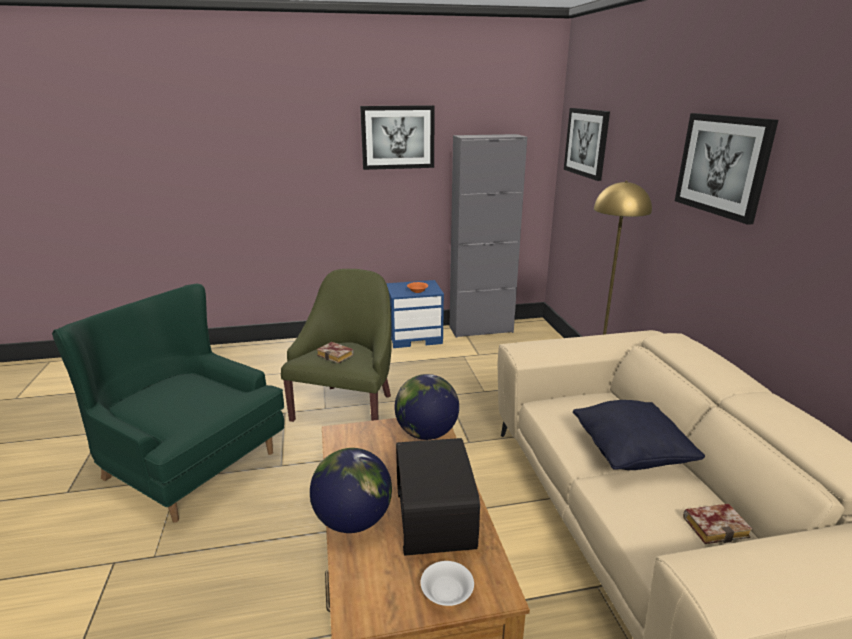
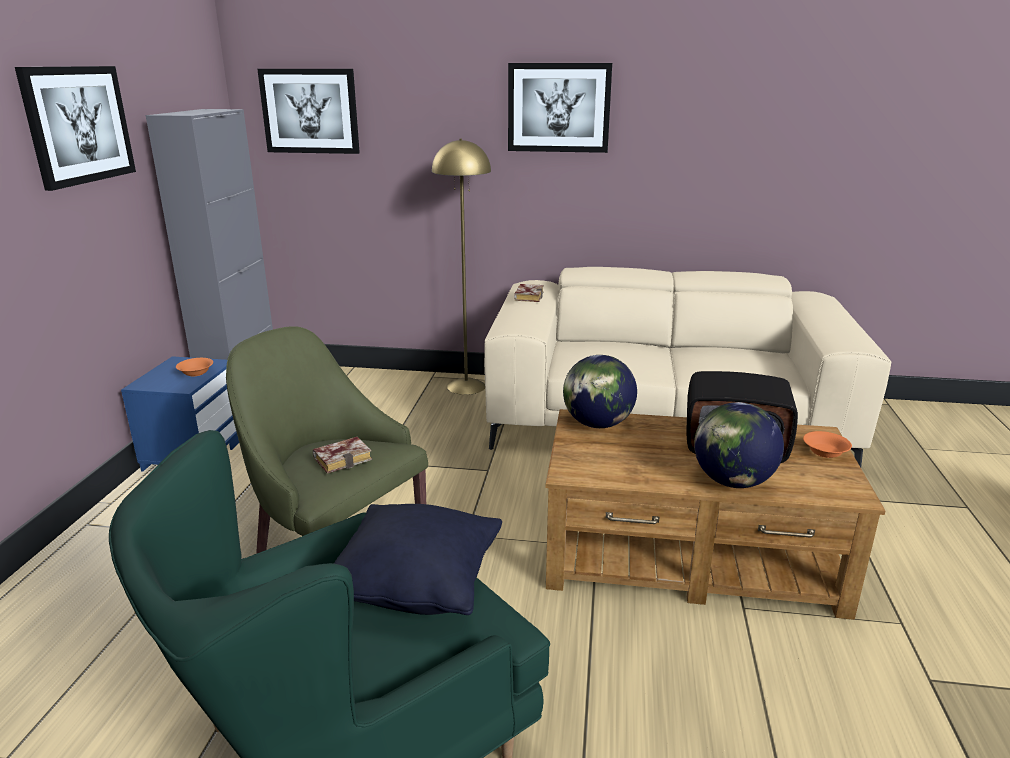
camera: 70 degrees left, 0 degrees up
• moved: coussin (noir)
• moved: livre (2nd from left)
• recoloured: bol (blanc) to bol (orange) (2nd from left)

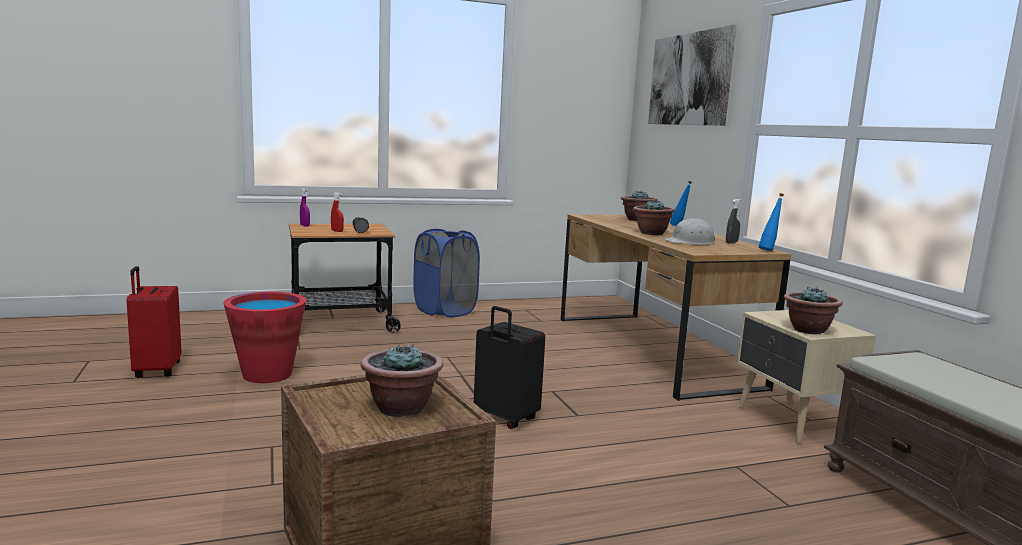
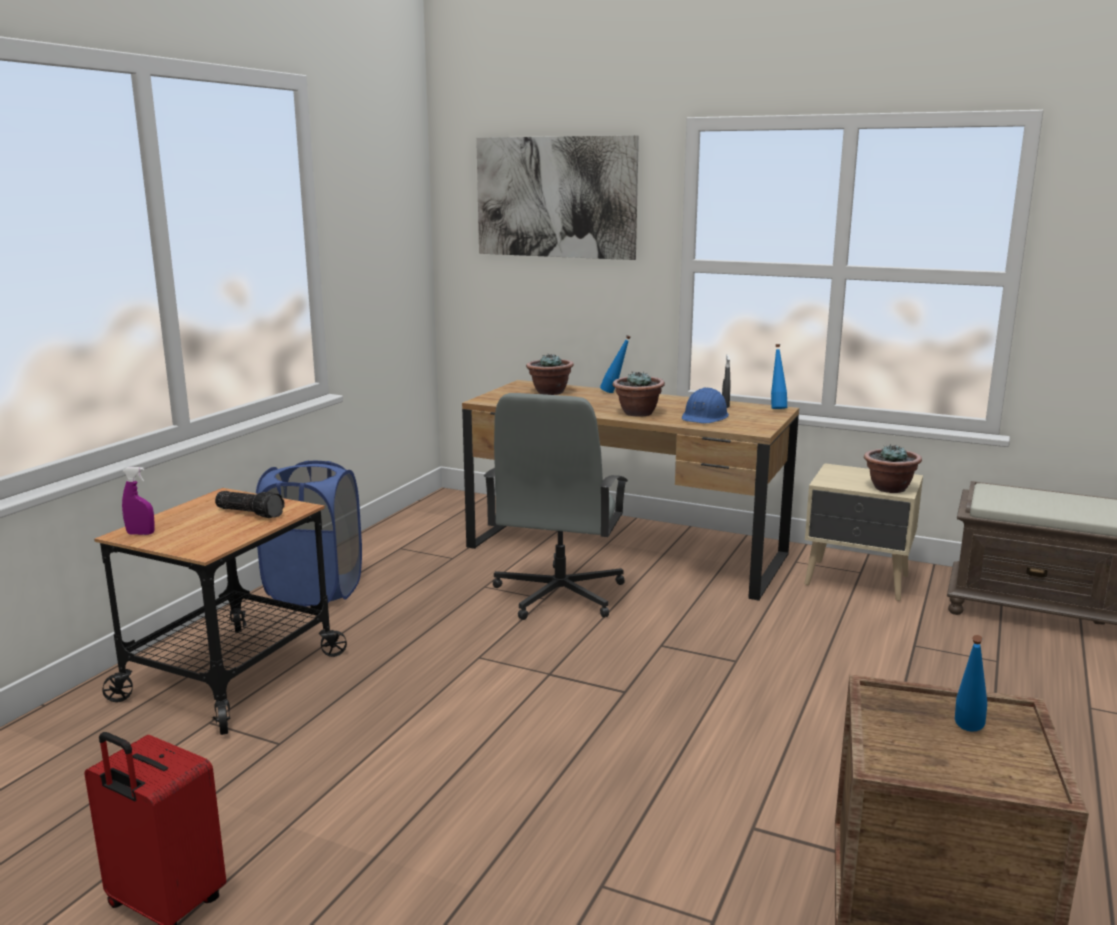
camera: 45 degrees left, 5 degrees up
• added: chaise de bureau (gris)
• recoloured: casque de chantier (blanc) to casque de chantier (bleu)
• replaced: plante en pot (1st from left) to bouteille (bleu) (3rd from left)
• removed: seau (rouge)
• removed: vaporisateur (rouge)
• removed: valise (noir)

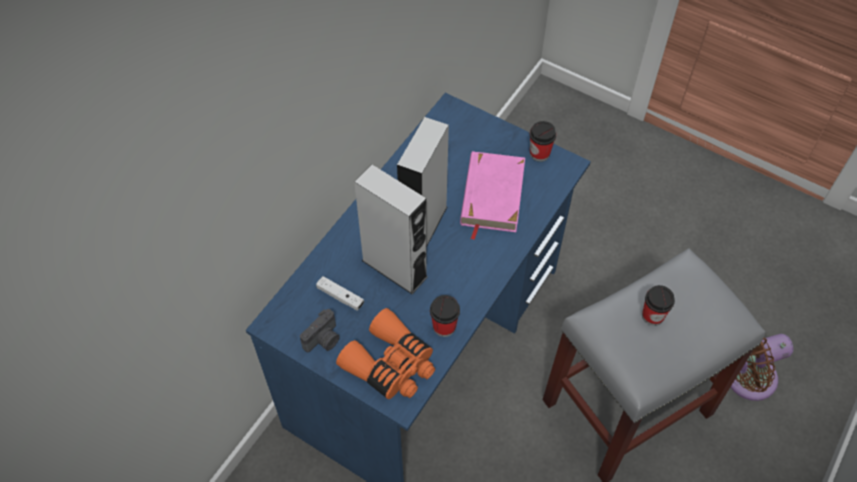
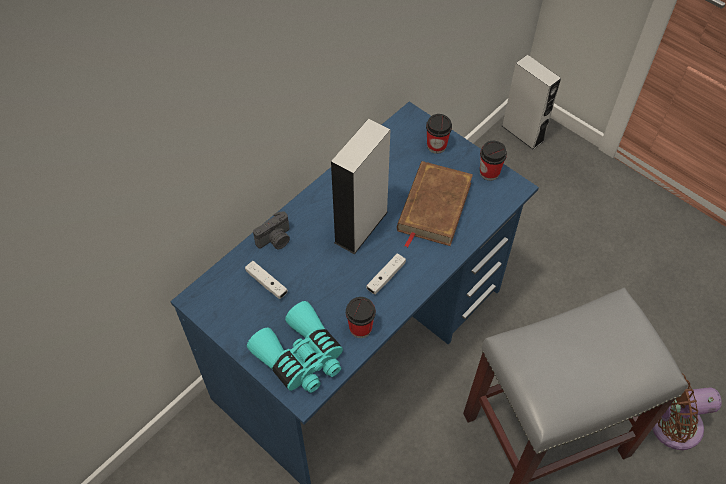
camera: 10 degrees right, 0 degrees up
• recoloured: jumelles (orange) to jumelles (turquoise)
• moved: appareil photo
• added: manette (blanc) (2nd from left)
• recoloured: livre (rose) to livre (marron)
• moved: tasse (3rd from left in the first image) to tasse (2nd from left)
• moved: enceinte (gris) (1st from left in the first image) to enceinte (gris) (2nd from left)

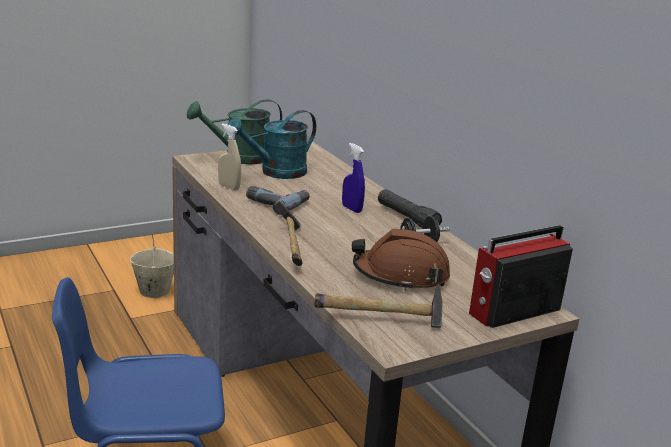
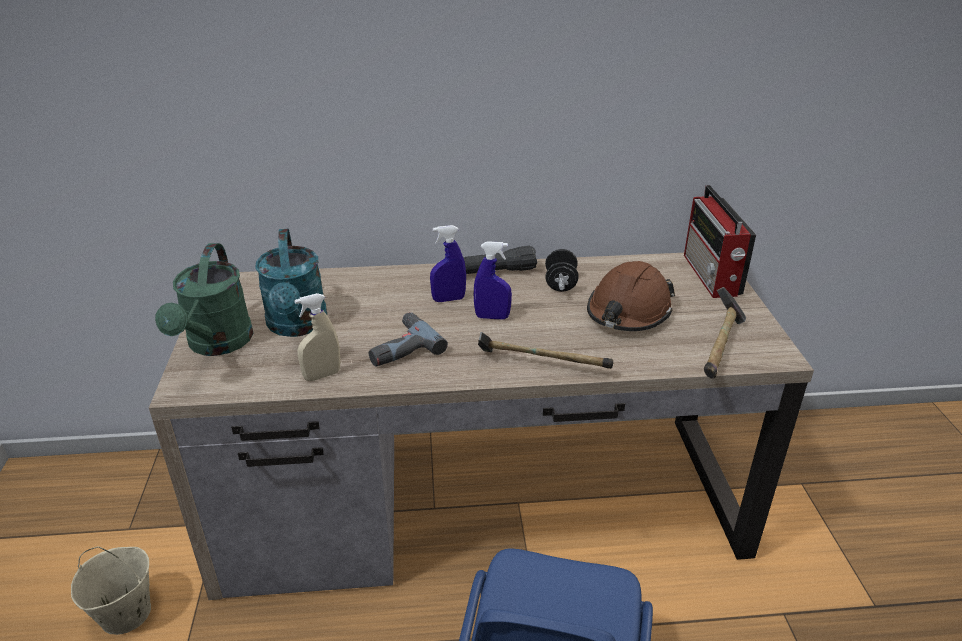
camera: 65 degrees left, 10 degrees up
• added: vaporisateur (bleu) (2nd from left)

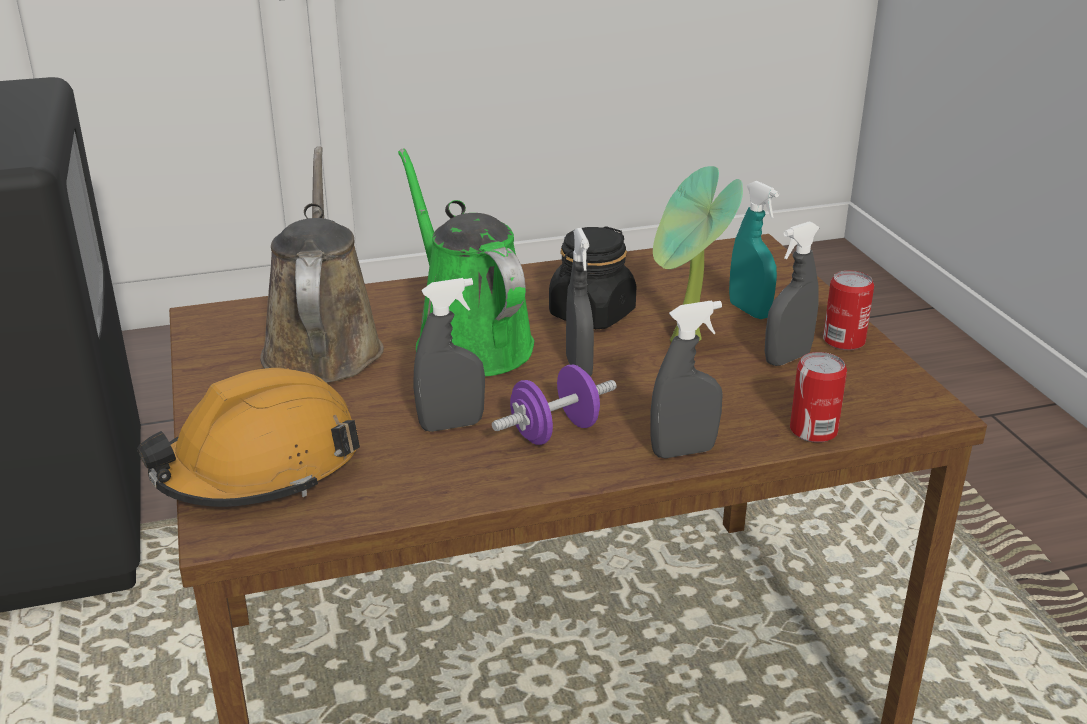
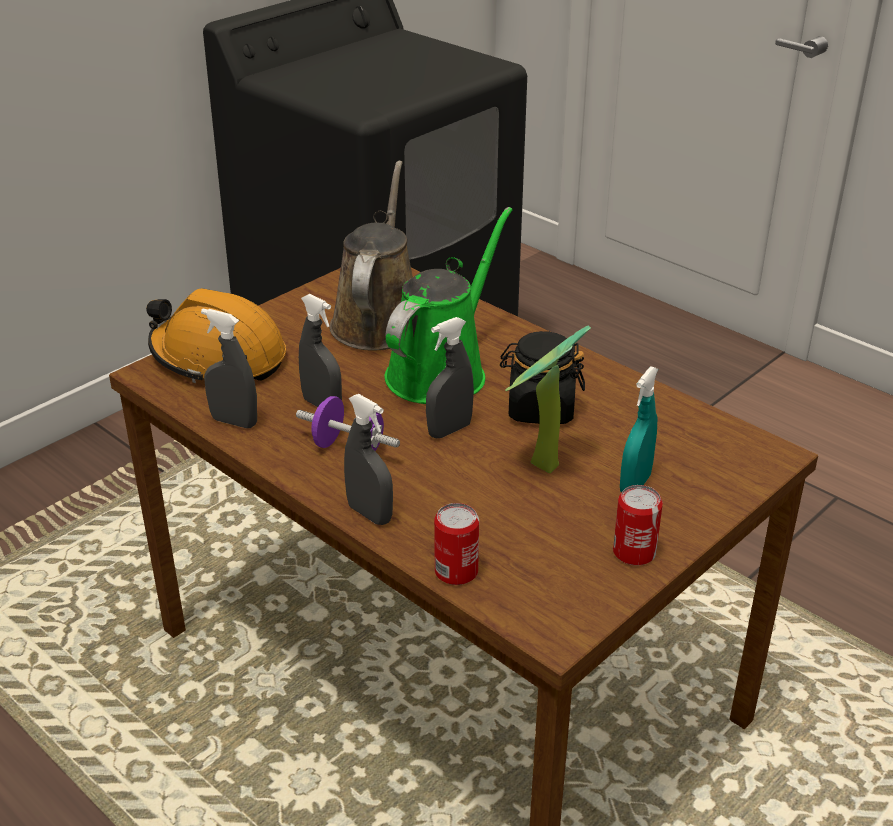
camera: 60 degrees right, 5 degrees up
• moved: vaporisateur (gris) (4th from left in the first image) to vaporisateur (gris) (1st from left)
• turned: arrosoir (marron) 45 degrees counterclockwise

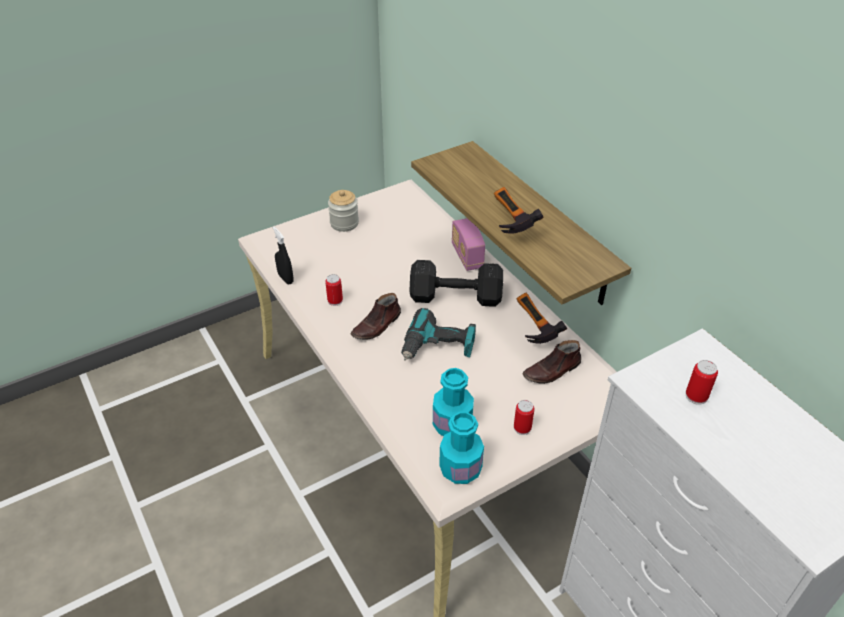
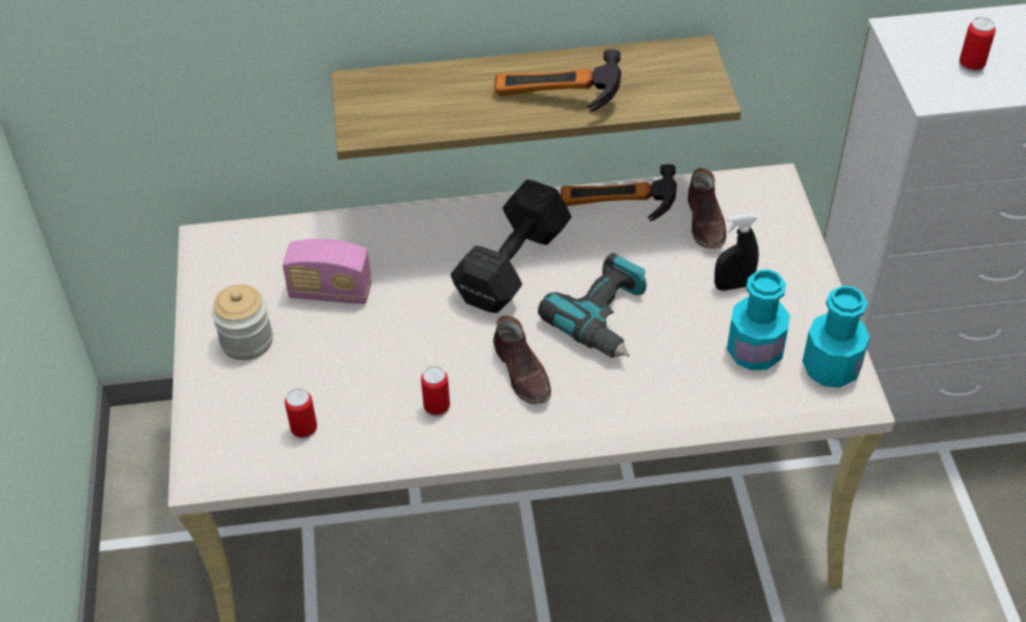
camera: 65 degrees left, 5 degrees up
• moved: radio
• moved: boîte métallique (2nd from left in the first image) to boîte métallique (1st from left)
• moved: vaporisateur (noir)

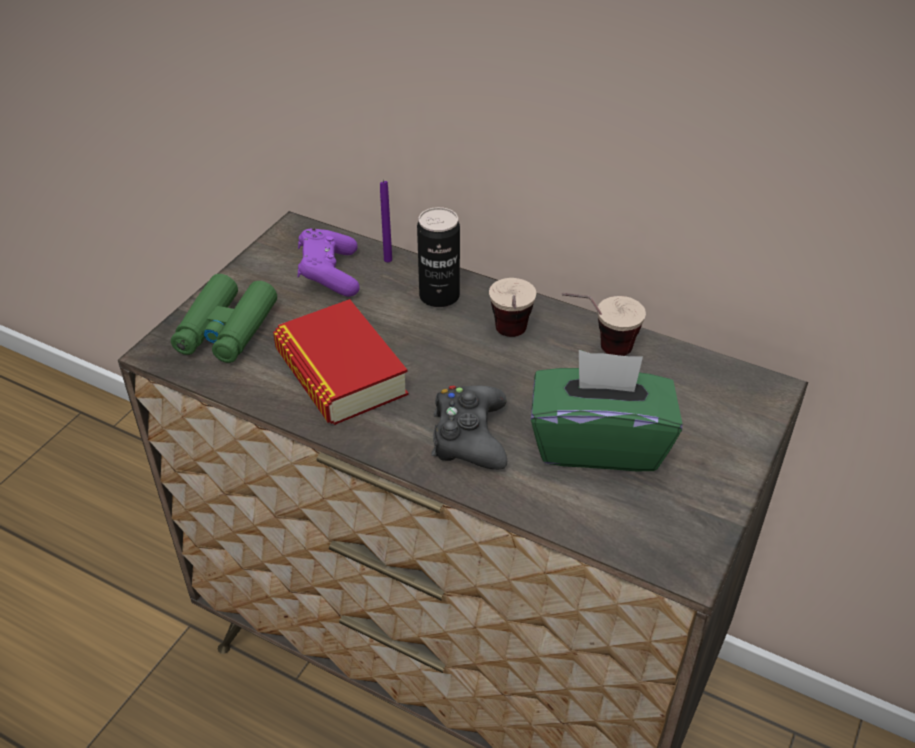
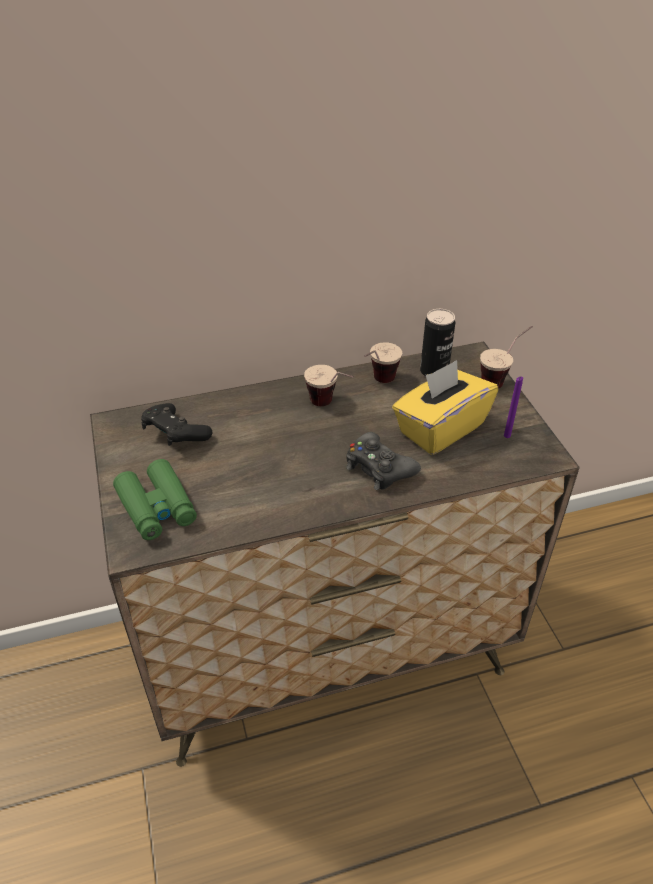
camera: 45 degrees left, 0 degrees up
• recoloured: manette (violet) to manette (noir) (1st from left)
• recoloured: boîte à mouchoirs (vert) to boîte à mouchoirs (jaune)
• moved: boîte métallique
• added: tasse (3rd from left)
• moved: bougie (violet)
• removed: livre

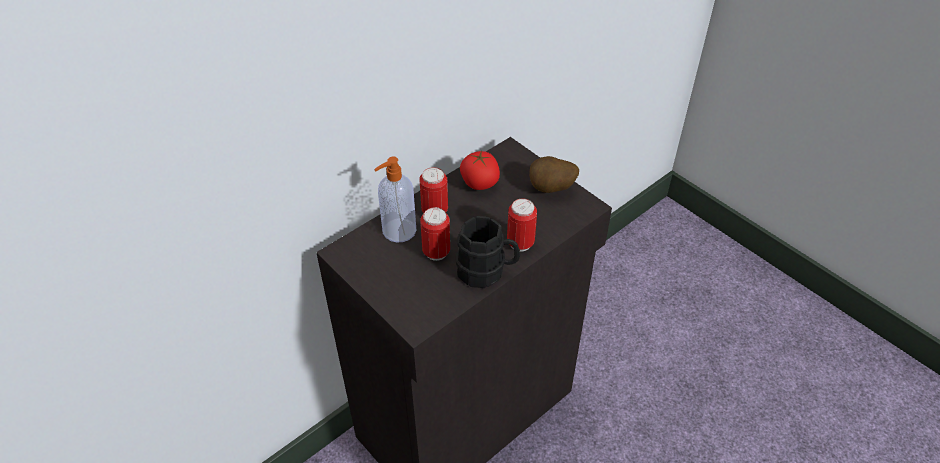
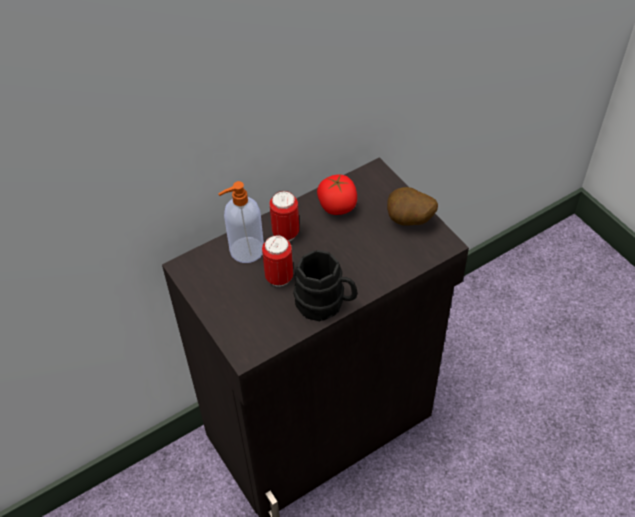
camera: 10 degrees right, 5 degrees up
• removed: boîte métallique (3rd from left)

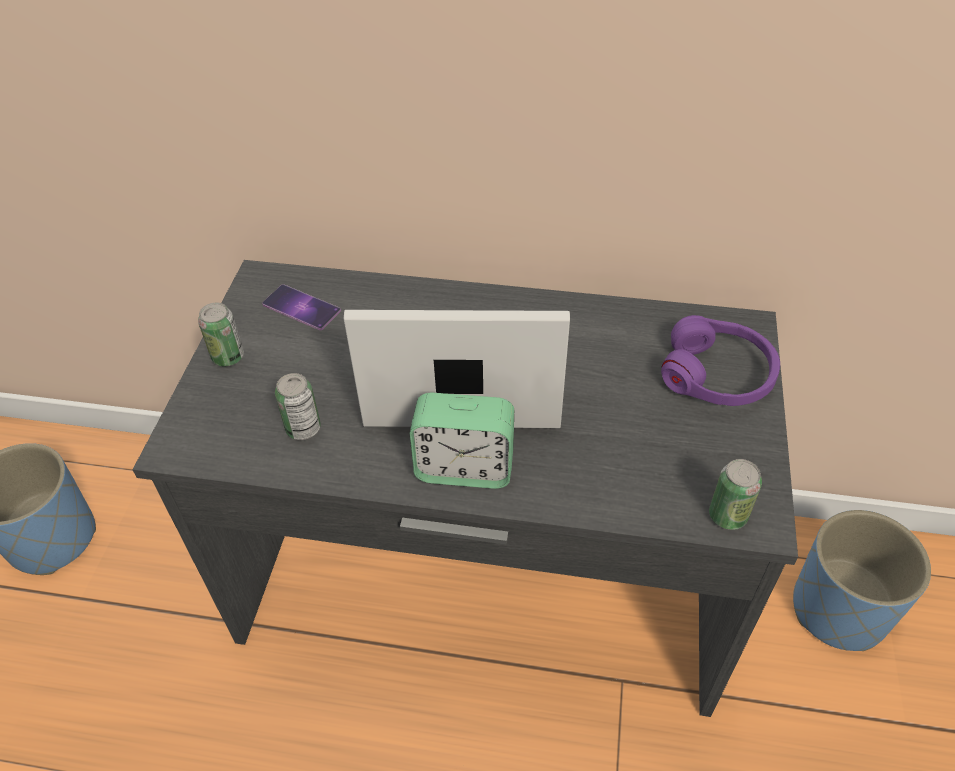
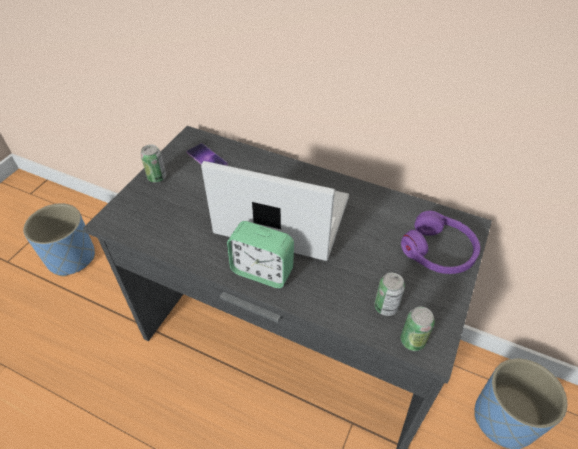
camera: 15 degrees right, 0 degrees up
• moved: boîte métallique (2nd from left)

